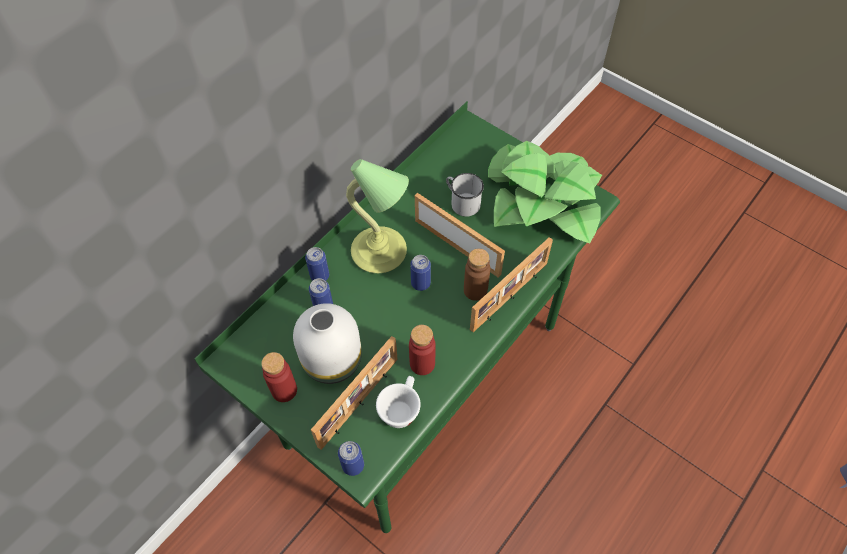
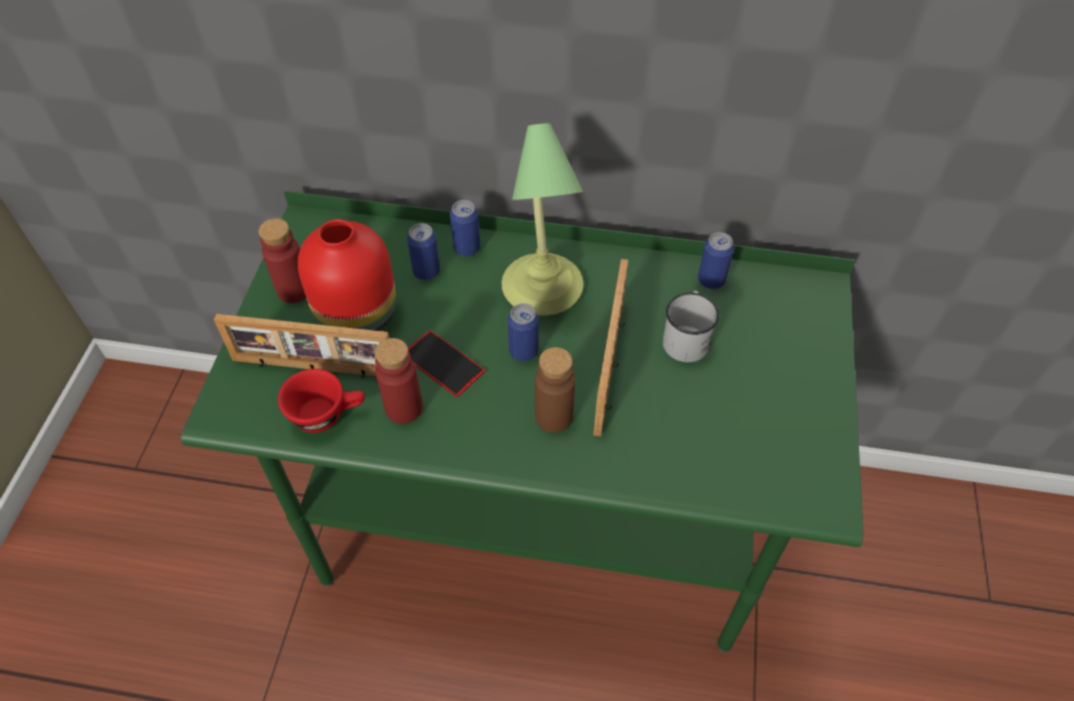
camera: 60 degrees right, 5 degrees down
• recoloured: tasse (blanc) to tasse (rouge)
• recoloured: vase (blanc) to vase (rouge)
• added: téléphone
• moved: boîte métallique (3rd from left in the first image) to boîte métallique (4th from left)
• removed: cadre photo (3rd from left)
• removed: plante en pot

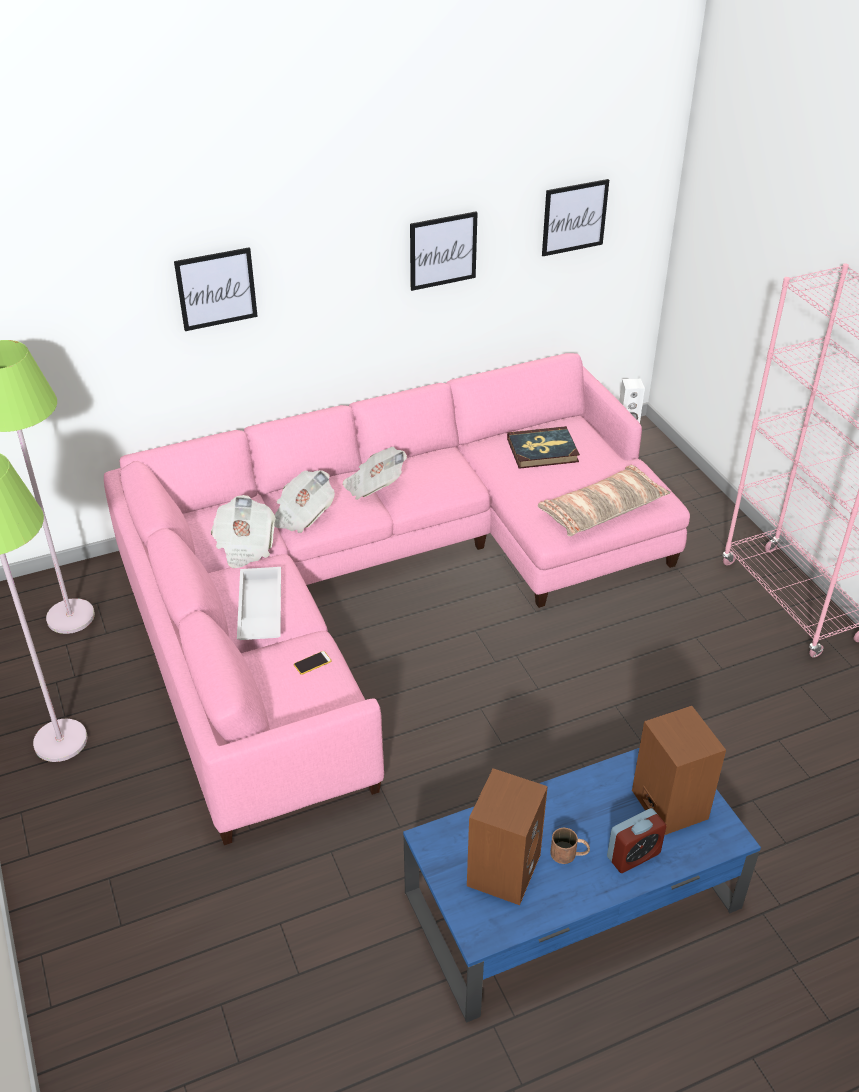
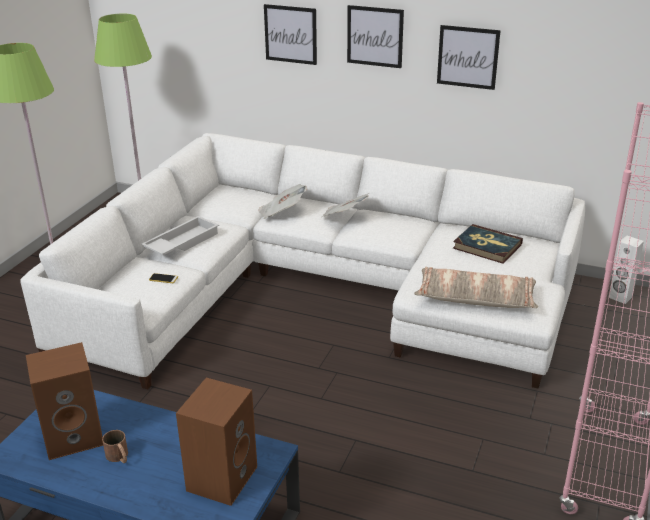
camera: 45 degrees right, 10 degrees down
• recoloured: canapé (rose) to canapé (blanc)
• moved: tableau (3rd from left in the first image) to tableau (2nd from left)
• removed: journal (1st from left)
• removed: réveil

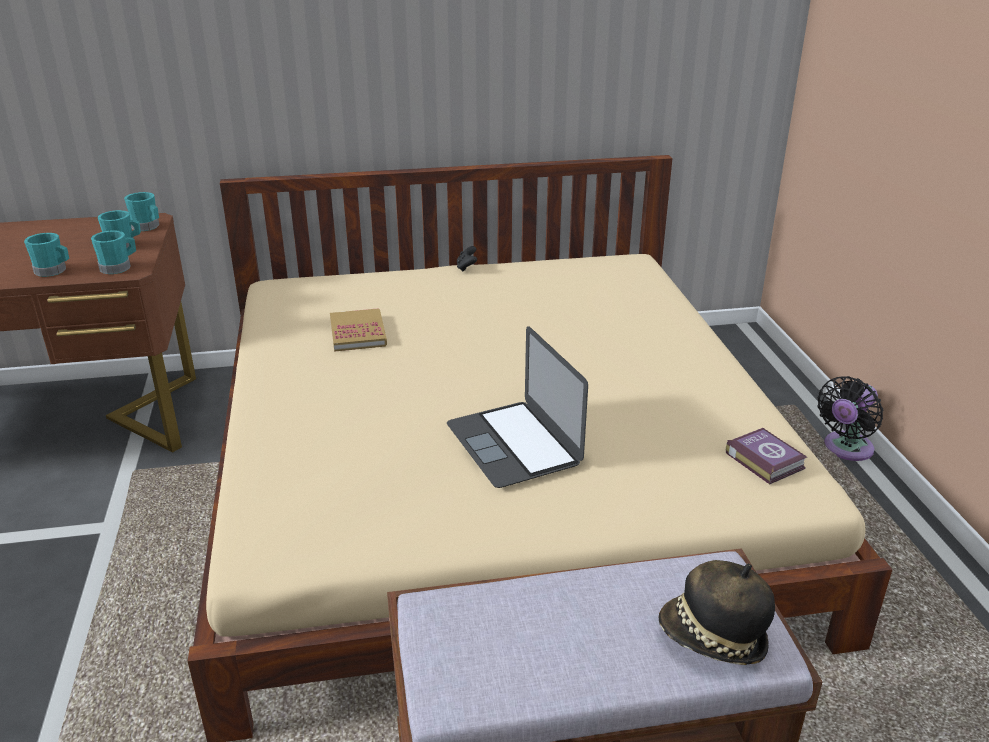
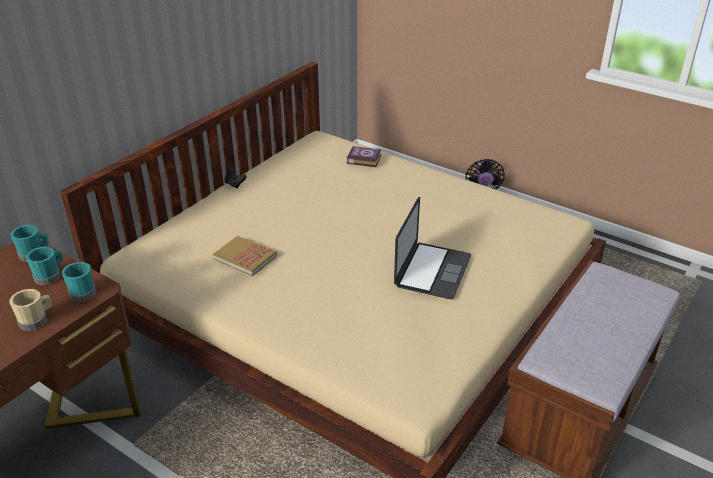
camera: 45 degrees left, 5 degrees up
• recoloured: mug (turquoise) (1st from left) to mug (beige)
• moved: livre (2nd from left)
• turned: ordinateur portable 90 degrees counterclockwise
• removed: chapeau

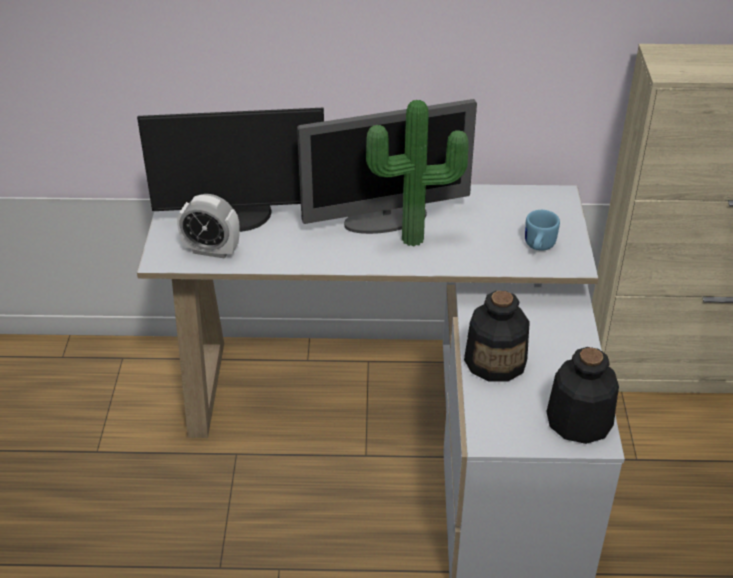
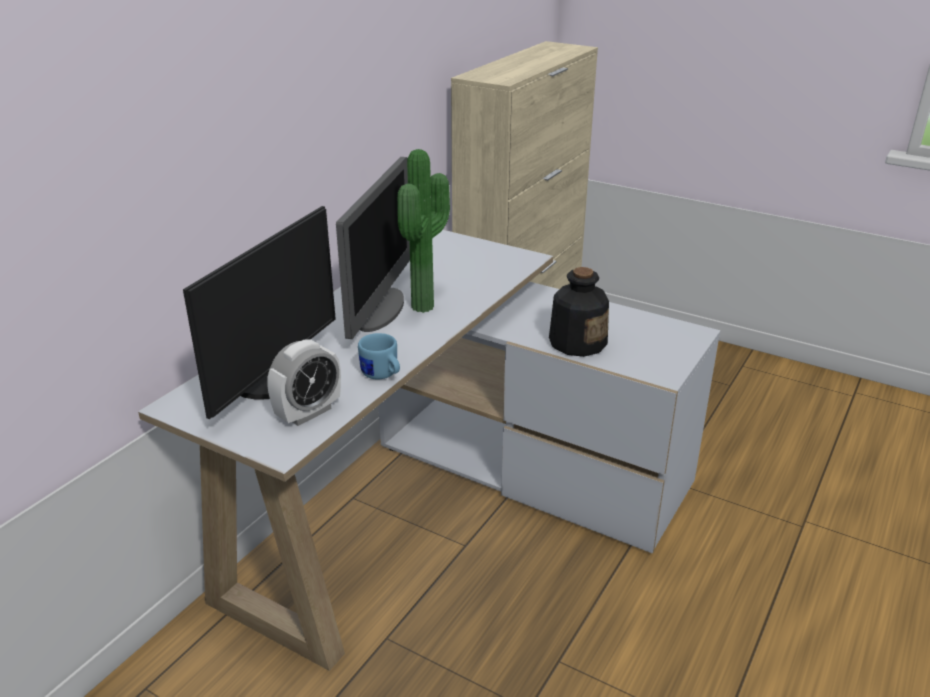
camera: 60 degrees left, 10 degrees down
• moved: mug (bleu)
• removed: bouteille (2nd from left)

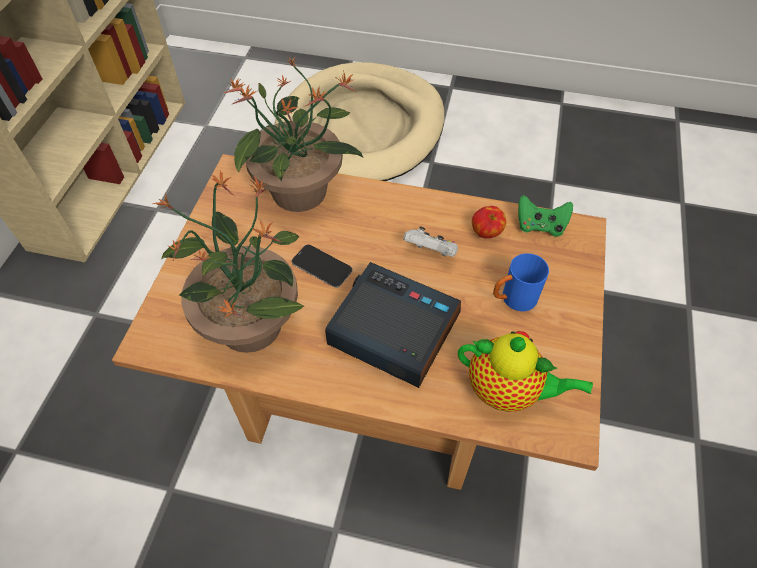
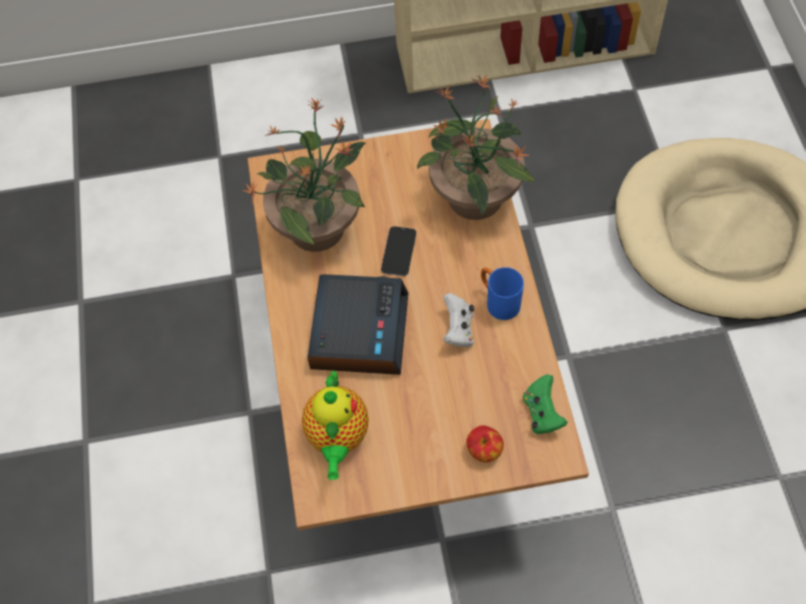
camera: 70 degrees right, 5 degrees up
• moved: pomme
• moved: mug (bleu)

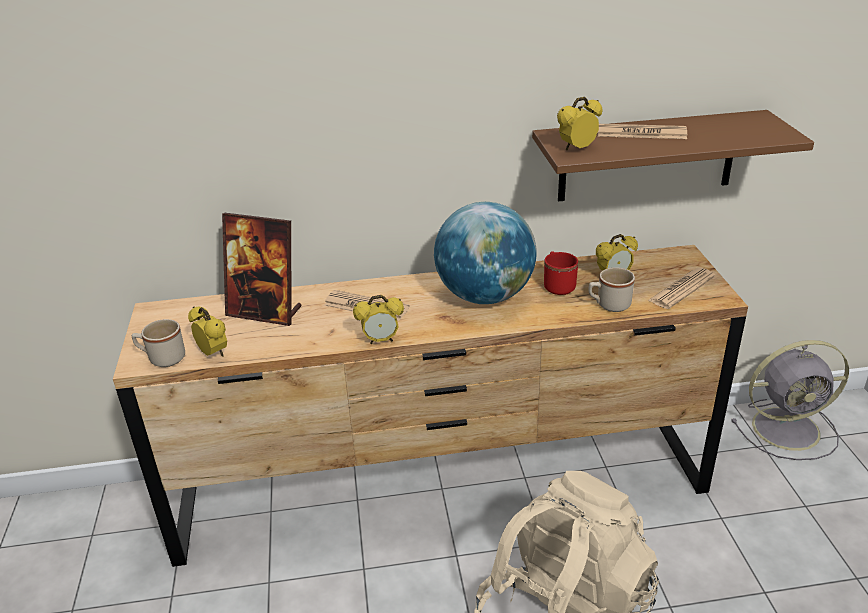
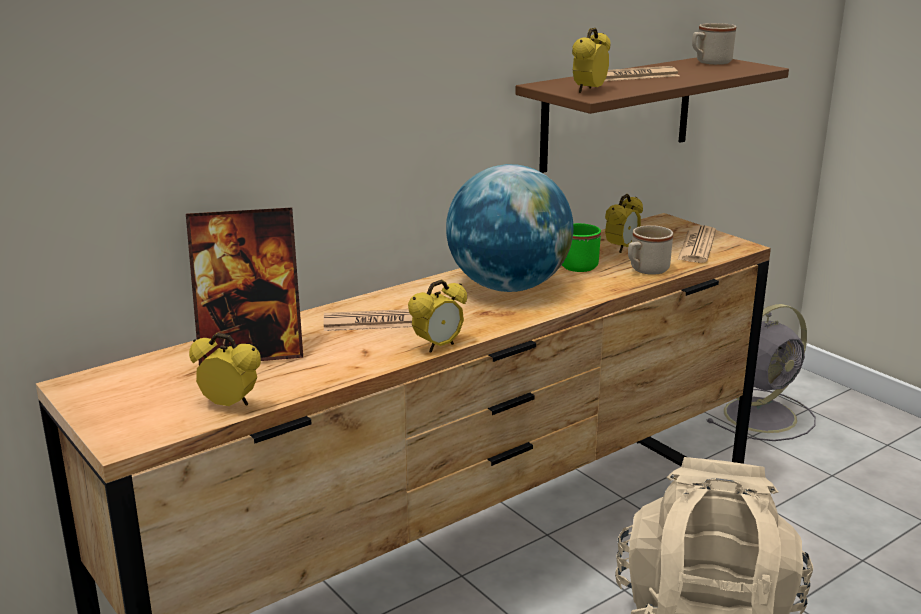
camera: 30 degrees left, 10 degrees down
• recoloured: mug (rouge) to mug (vert)
• moved: mug (beige) (1st from left in the first image) to mug (beige) (2nd from left)

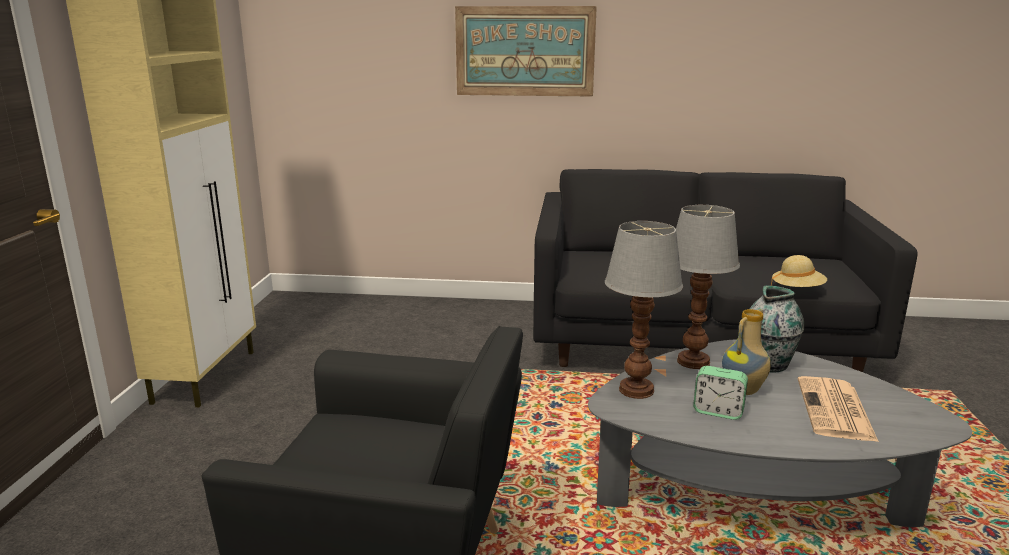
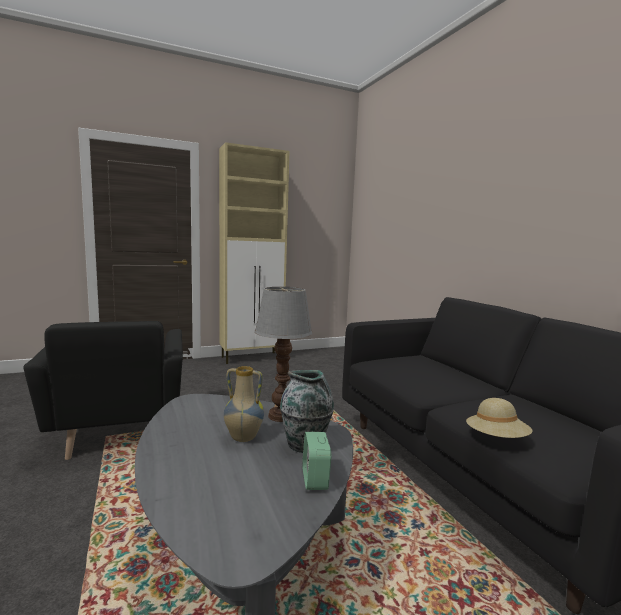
camera: 60 degrees right, 10 degrees down
• moved: réveil
• removed: tableau
• removed: lampe de table (1st from left)
• removed: journal

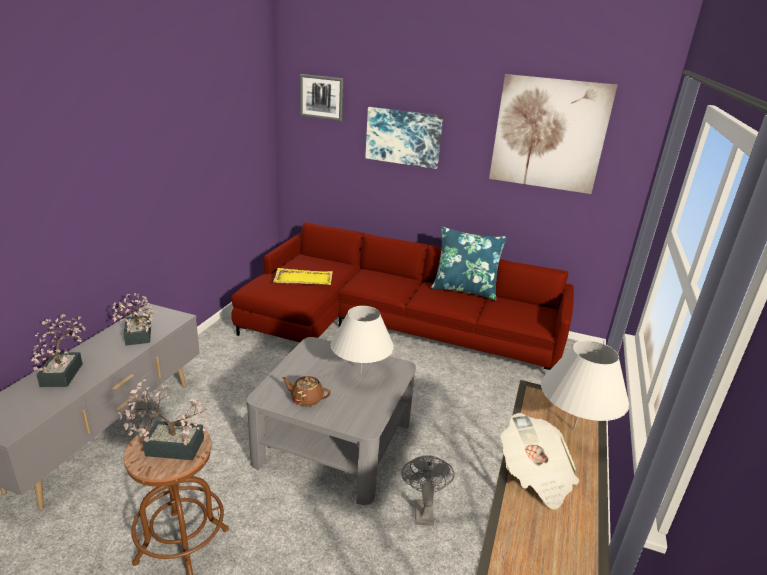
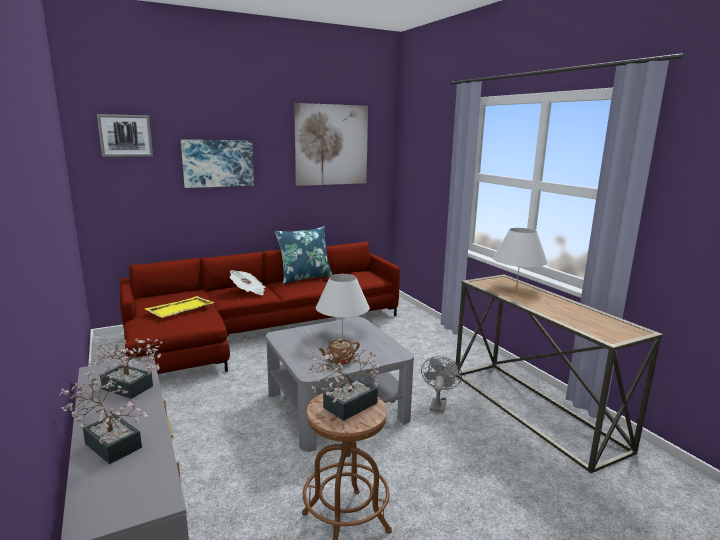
camera: 45 degrees left, 10 degrees down
• moved: journal
• turned: ventilateur (gris) 60 degrees clockwise

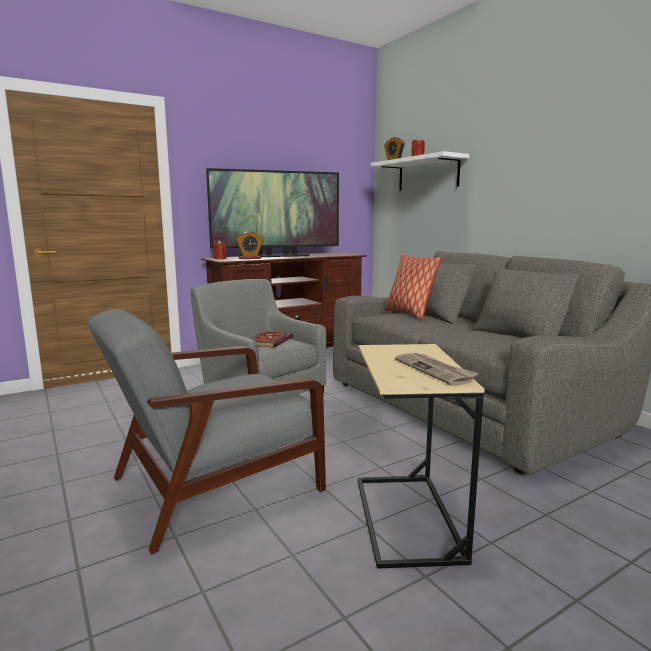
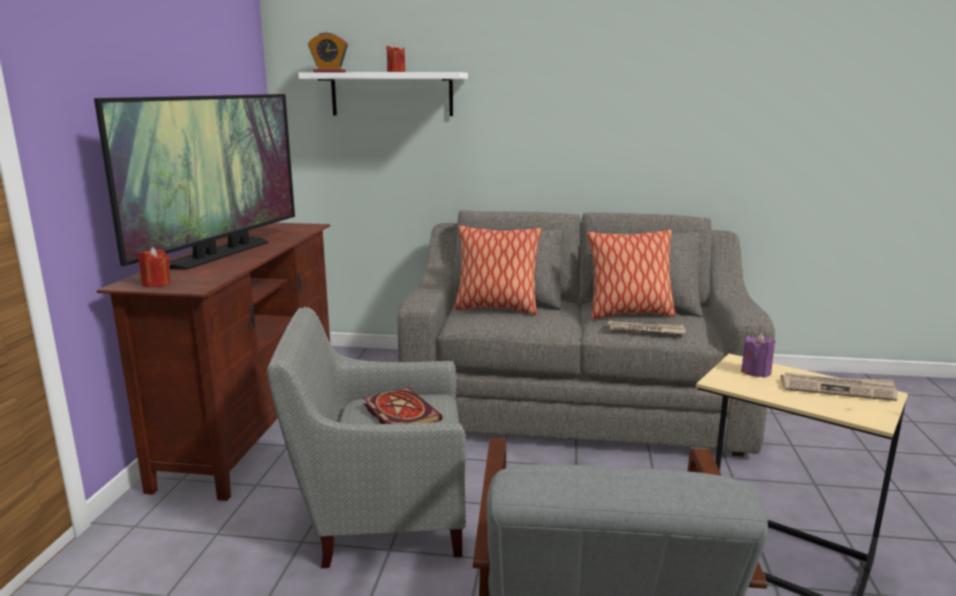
camera: 50 degrees left, 5 degrees up
• added: coussin (2nd from left)
• added: journal (1st from left)
• added: bougie (violet)
• removed: réveil (1st from left)

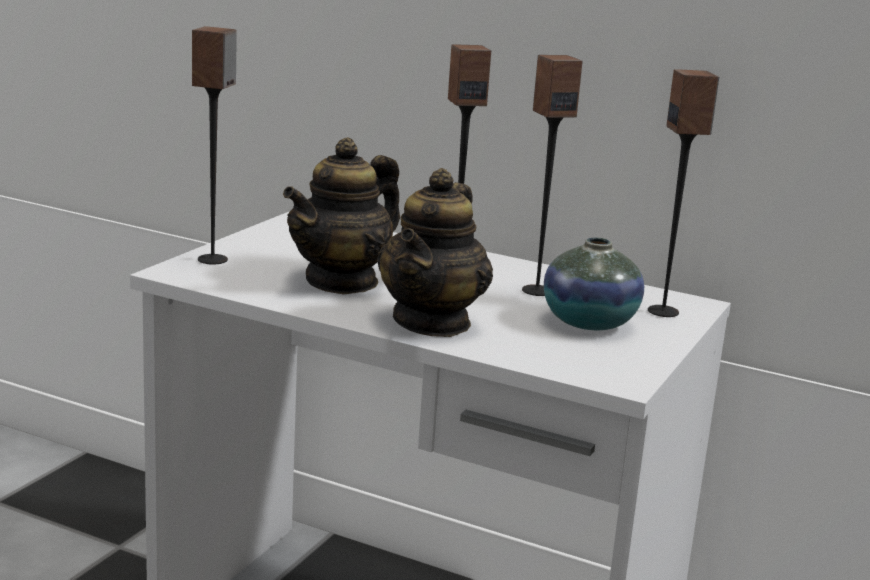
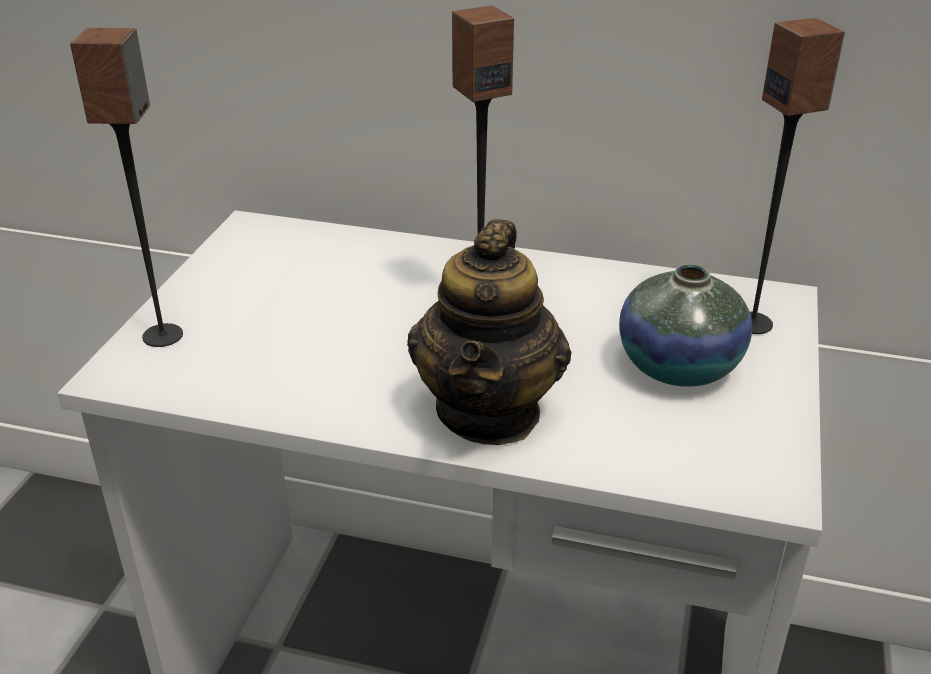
camera: 10 degrees left, 15 degrees up
• removed: théière (1st from left)
• removed: enceinte (3rd from left)

